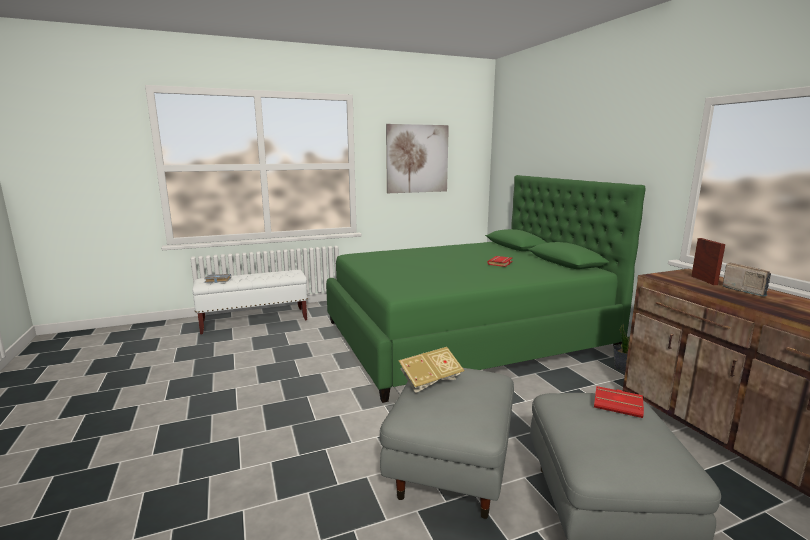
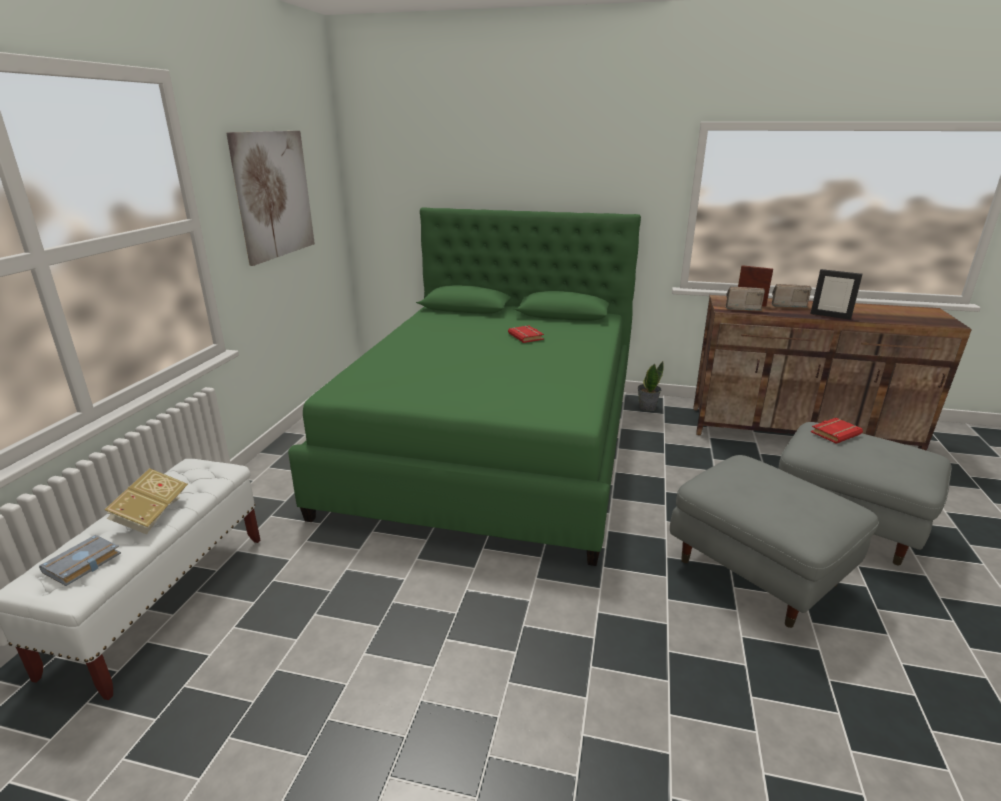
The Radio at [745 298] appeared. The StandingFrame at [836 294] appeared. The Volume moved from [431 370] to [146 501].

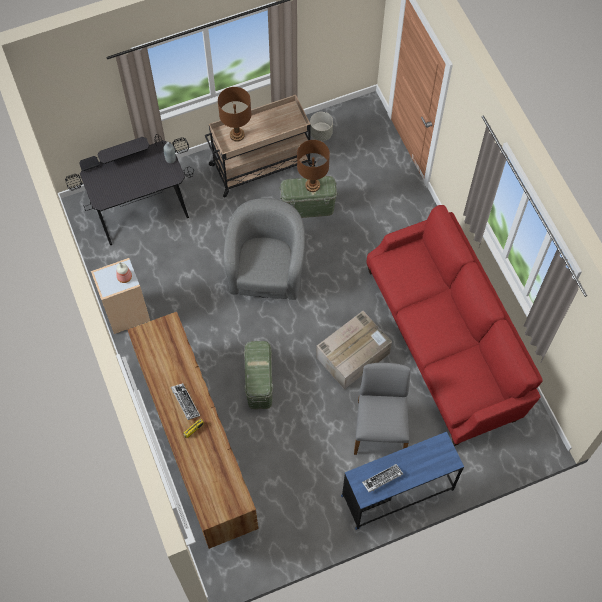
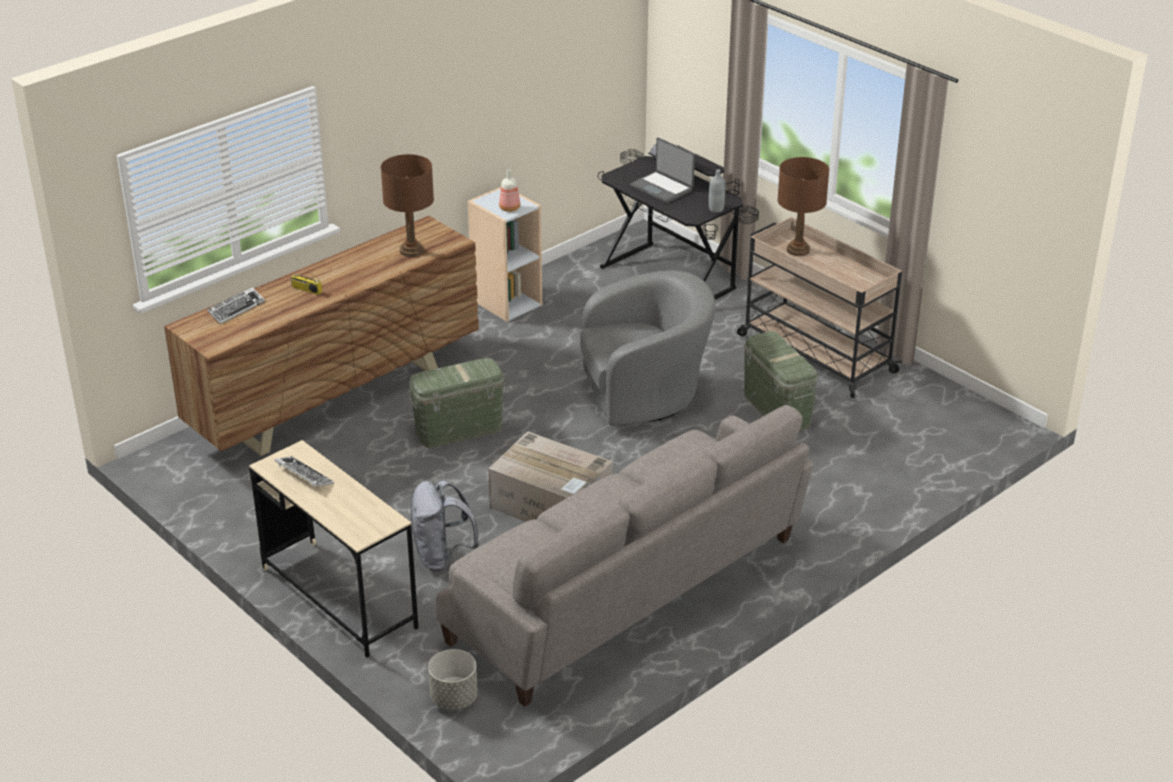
The NotebookComputer at [662 170] appeared. The PcKeyboard moved from [185 401] to [236 305]. The BrownishLampForATable moved from [313 166] to [407 205]. The GreyishPlantPot moved from [321 126] to [453 679]. The GreyishPlainChair at [382 409] was replaced by the GreyishKnapsack at [444 525]. The BlueColouredDeskUnit at [402 481] became the BeigeColouredDeskUnit at [333 549]. The RedColouredCouch at [454 325] became the GreyishCouch at [625 556].

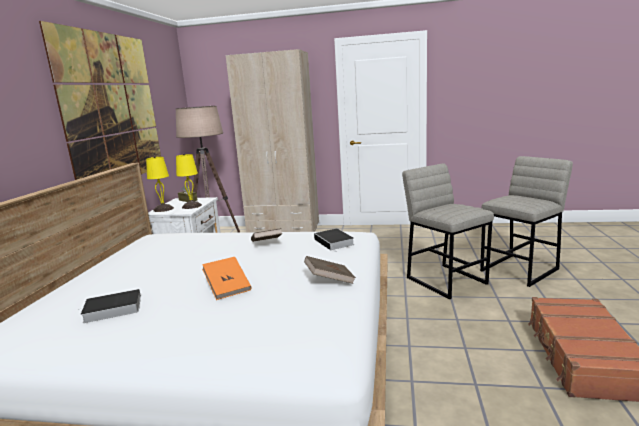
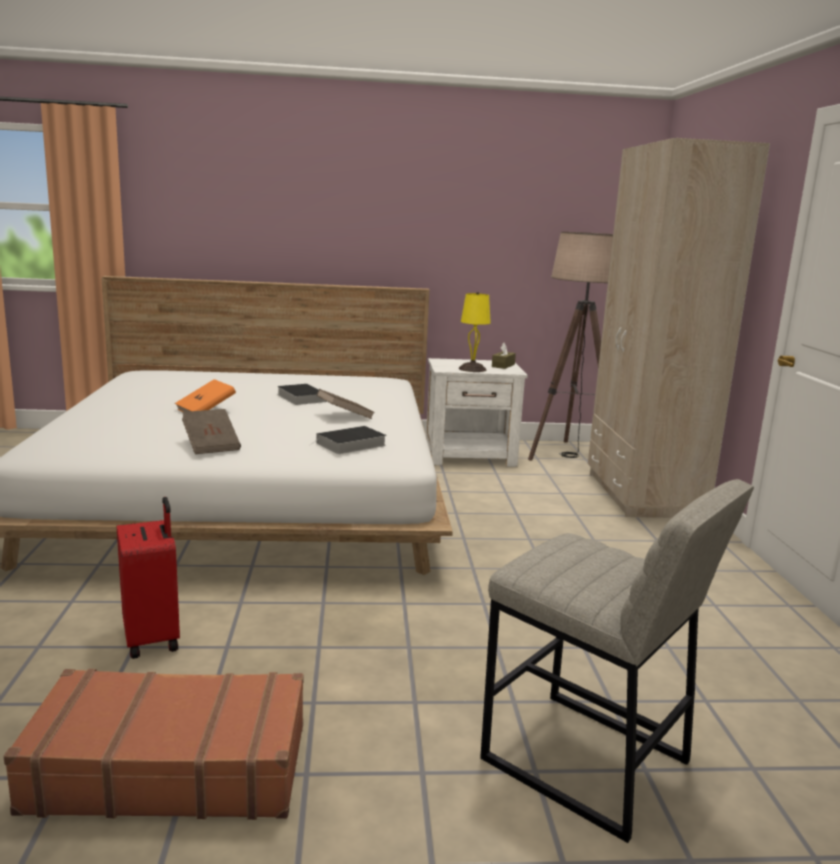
The WallPicture at [100 100] disappeared. The YellowLampForATable at [160 184] disappeared. The GreyishPlainChair at [448 231] disappeared. The RedColouredTravelCase at [148 578] appeared. The Volume moved from [111 306] to [302 394].

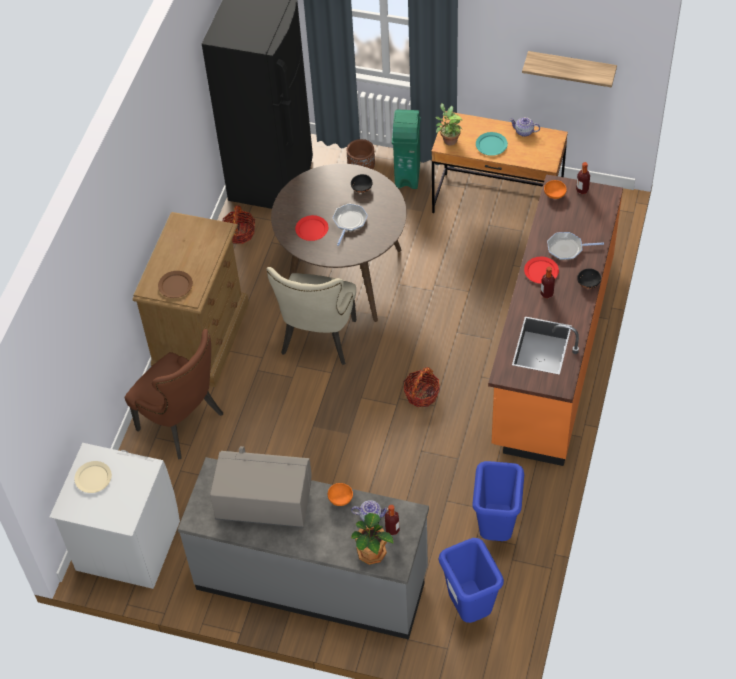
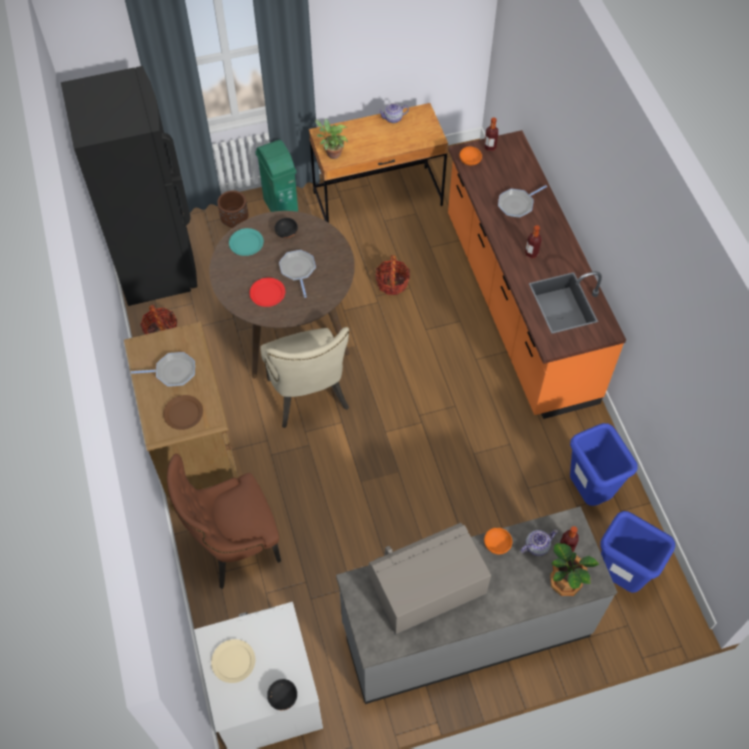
The BracketShelf at [569 69] disappeared. The RedColouredPlate at [541 270] disappeared. The Skillet at [163 369] appeared. The StorageBasket moved from [421 387] to [392 275]. The TurquoiseColouredPlate moved from [492 144] to [246 242]. The BlackishDeepDish moved from [589 279] to [282 694]. The BrownishPlainChair at [174 394] turned 150 degrees clockwise.

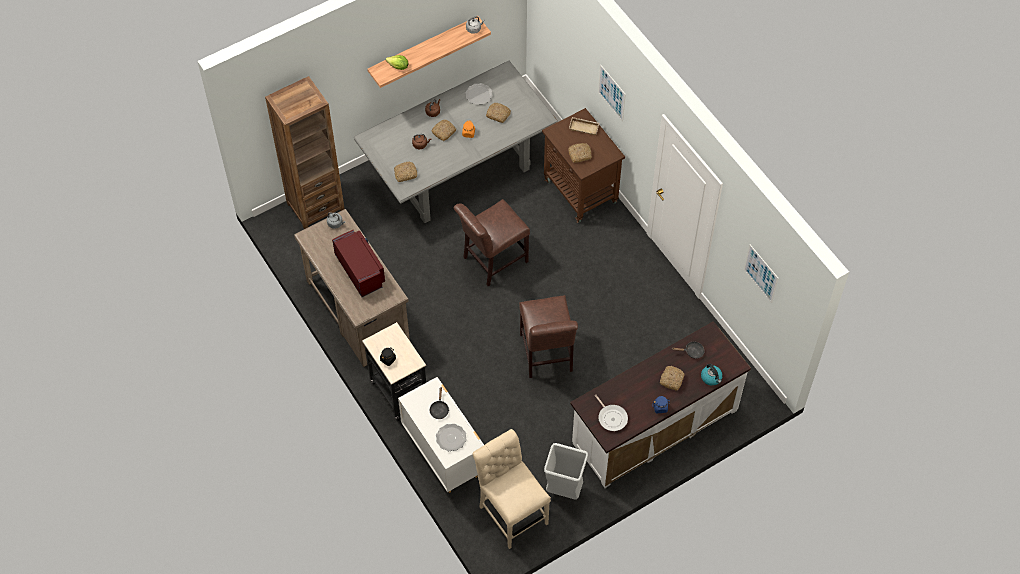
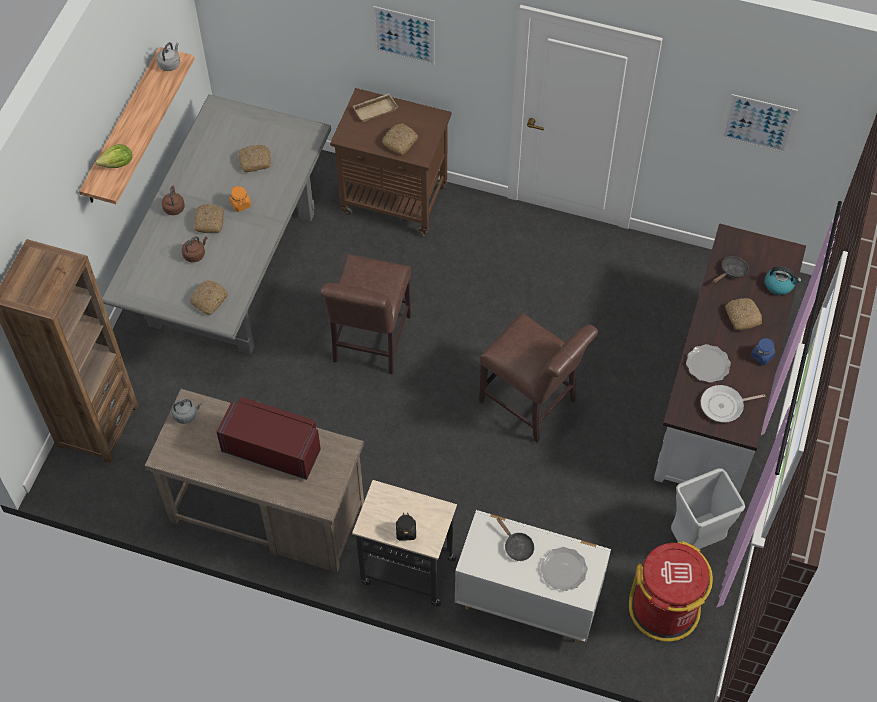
The Plate moved from [479 94] to [708 363]. The BeigeColouredPlainChair at [511 489] was replaced by the RedColouredTrashCan at [671 591]. The Skillet at [611 413] turned 150 degrees clockwise.

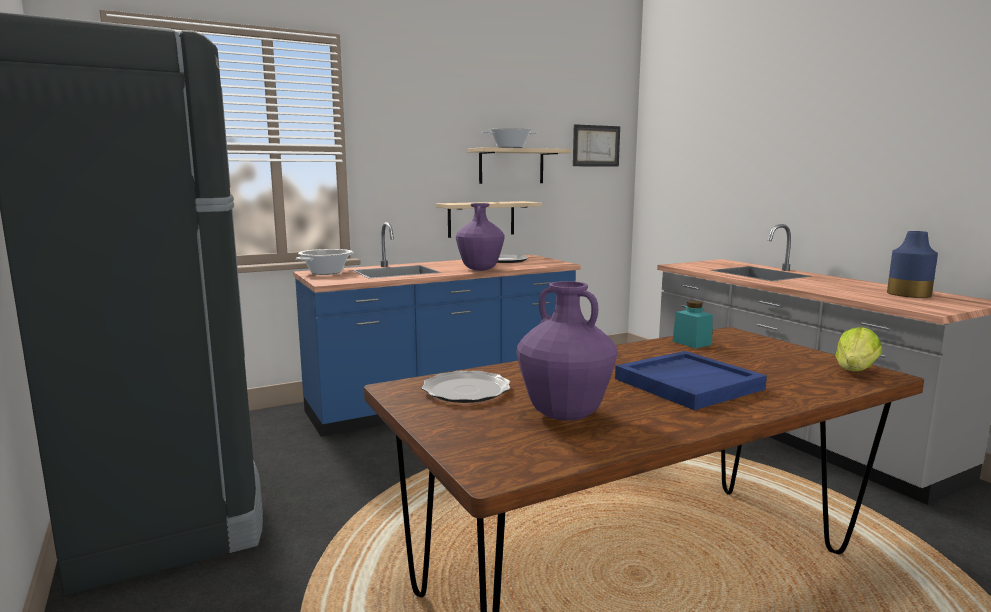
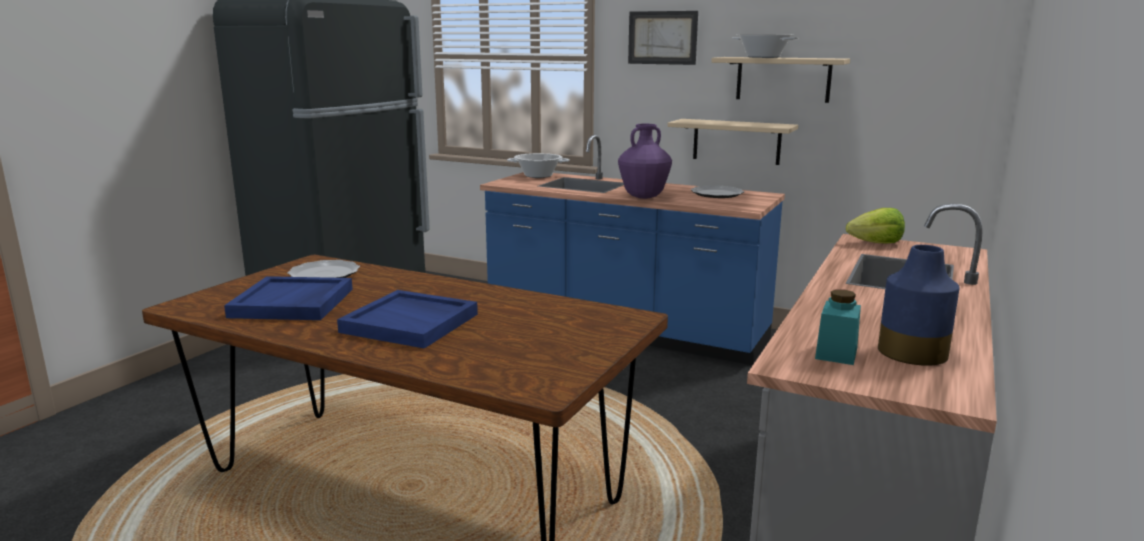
The WallPicture moved from [596 145] to [663 38]. The TurquoiseColouredStorageJar moved from [692 324] to [838 327]. The HeadOfLettuce moved from [858 349] to [875 225]. The PurplishDecorativeVase at [566 351] was replaced by the BlueColouredTray at [288 298].

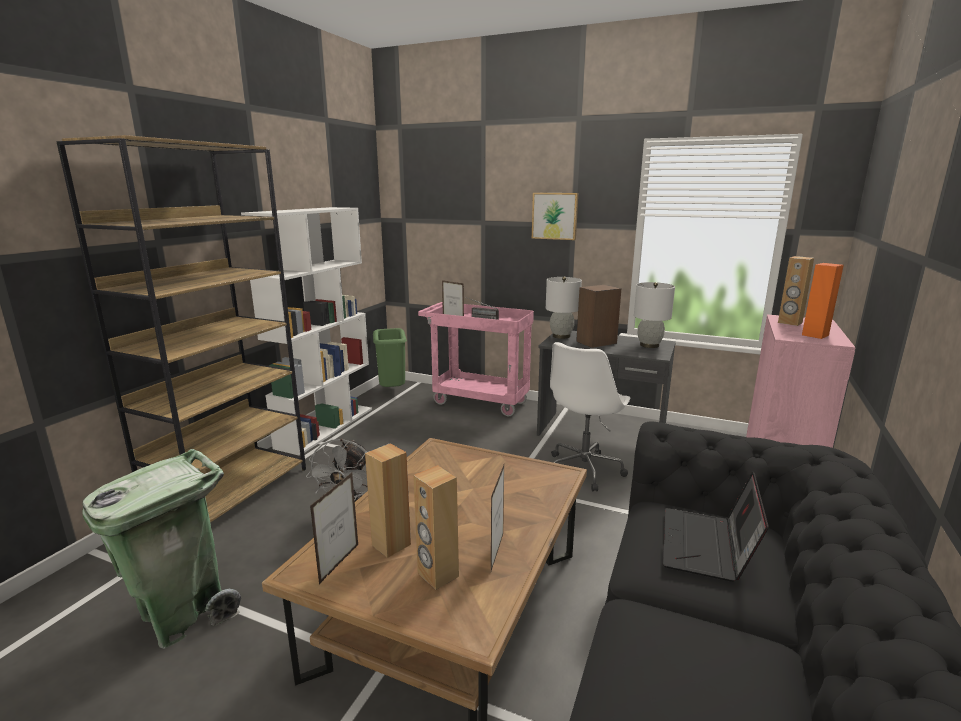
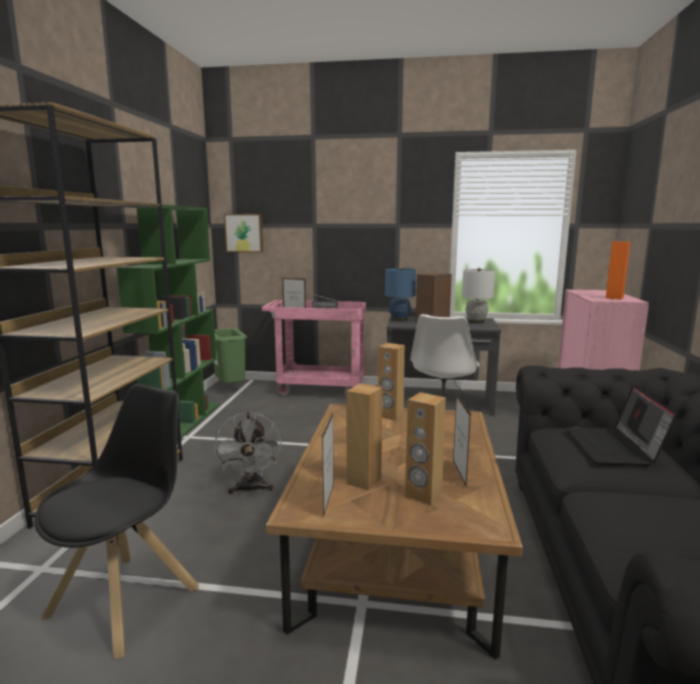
The WallPicture moved from [555 216] to [243 233]. The BrownishSpeaker moved from [796 291] to [391 382]. The GreenTrashCan at [161 549] was replaced by the BlackishPlainChair at [117 521]. The WhiteShelvingUnit at [306 331] became the GreenShelvingUnit at [168 321]. The WhiteLampForATable at [564 308] became the BlueColouredLampForATable at [400 294].

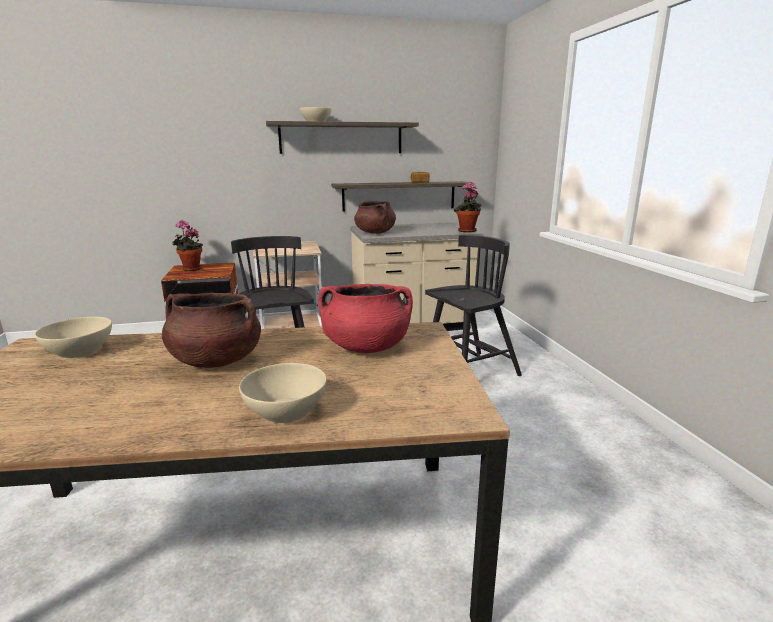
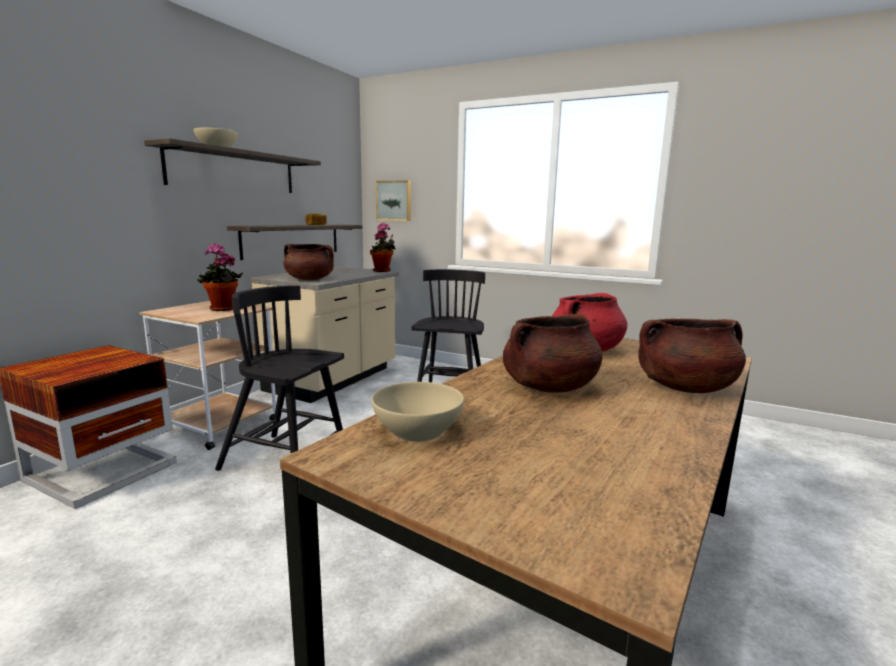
The WallPicture at [393 200] appeared. The PottedPlant moved from [188 245] to [220 277]. The BeigeColouredDeepDish at [283 393] was replaced by the BrownishSaucepot at [692 356].

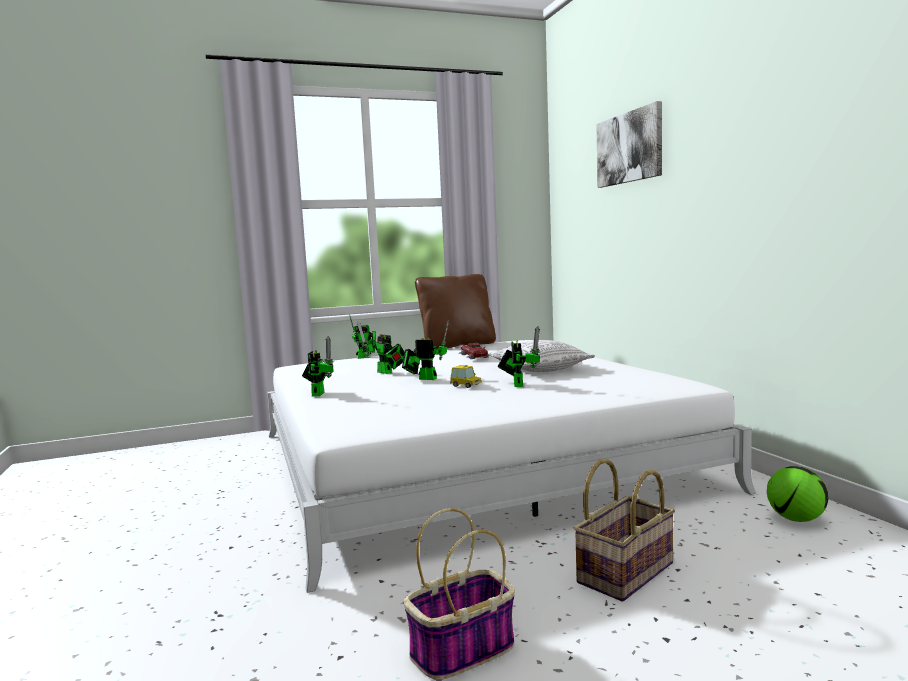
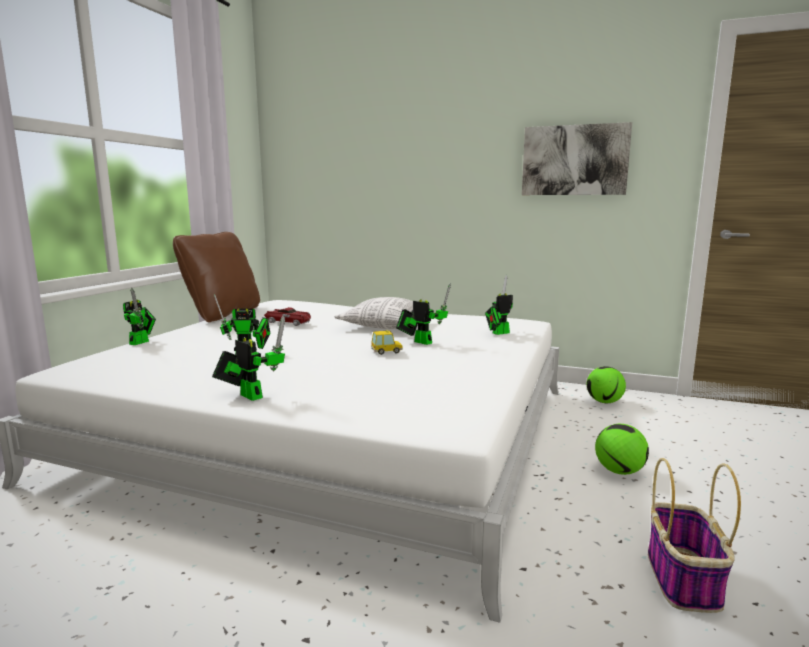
The RobotFigure moved from [425 350] to [499 305]. The WallPicture moved from [629 144] to [577 158]. The StorageBasket at [624 530] was replaced by the FootballBall at [622 449].

